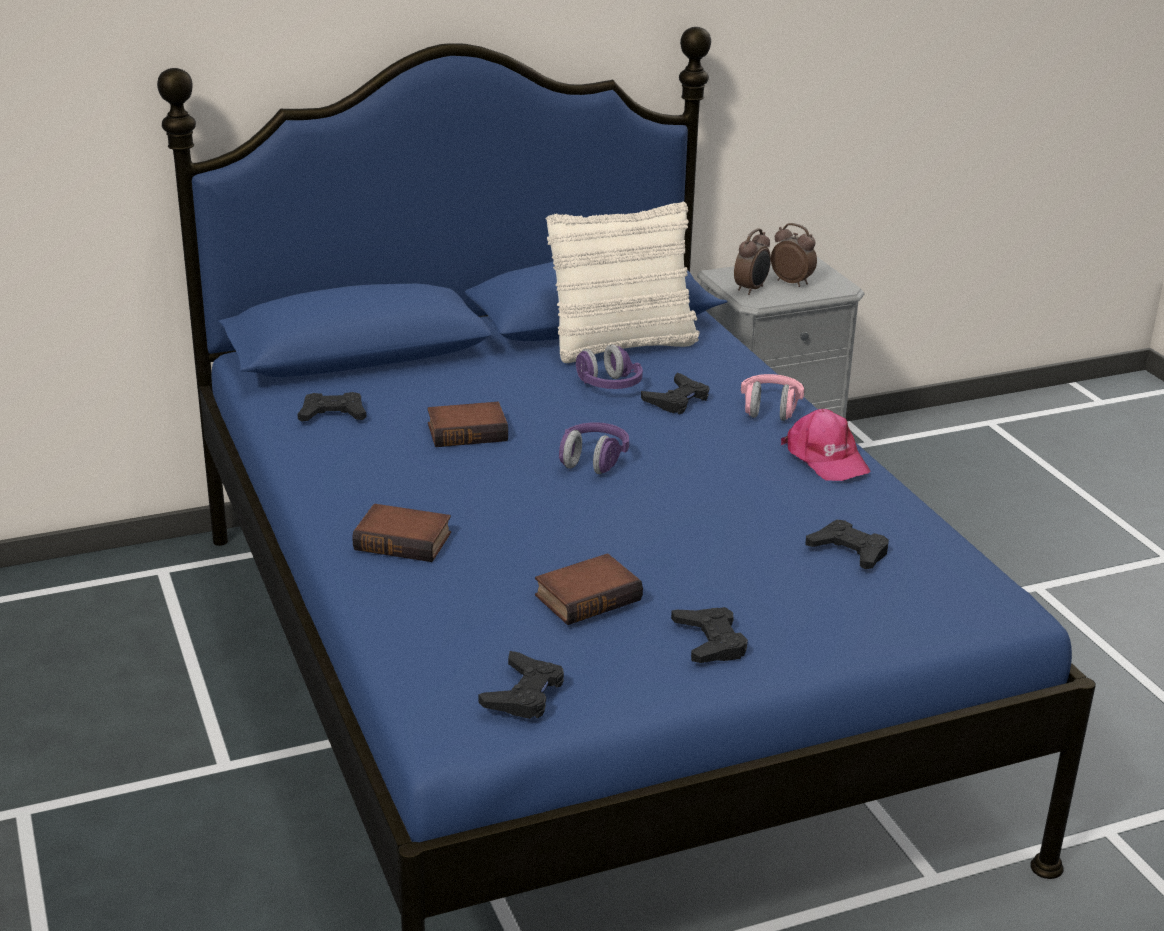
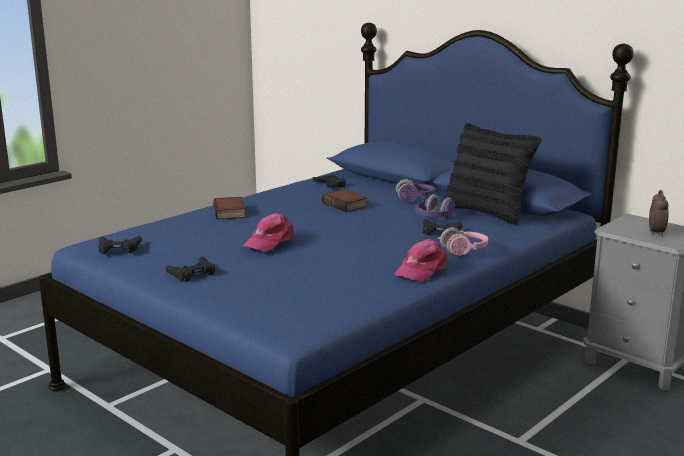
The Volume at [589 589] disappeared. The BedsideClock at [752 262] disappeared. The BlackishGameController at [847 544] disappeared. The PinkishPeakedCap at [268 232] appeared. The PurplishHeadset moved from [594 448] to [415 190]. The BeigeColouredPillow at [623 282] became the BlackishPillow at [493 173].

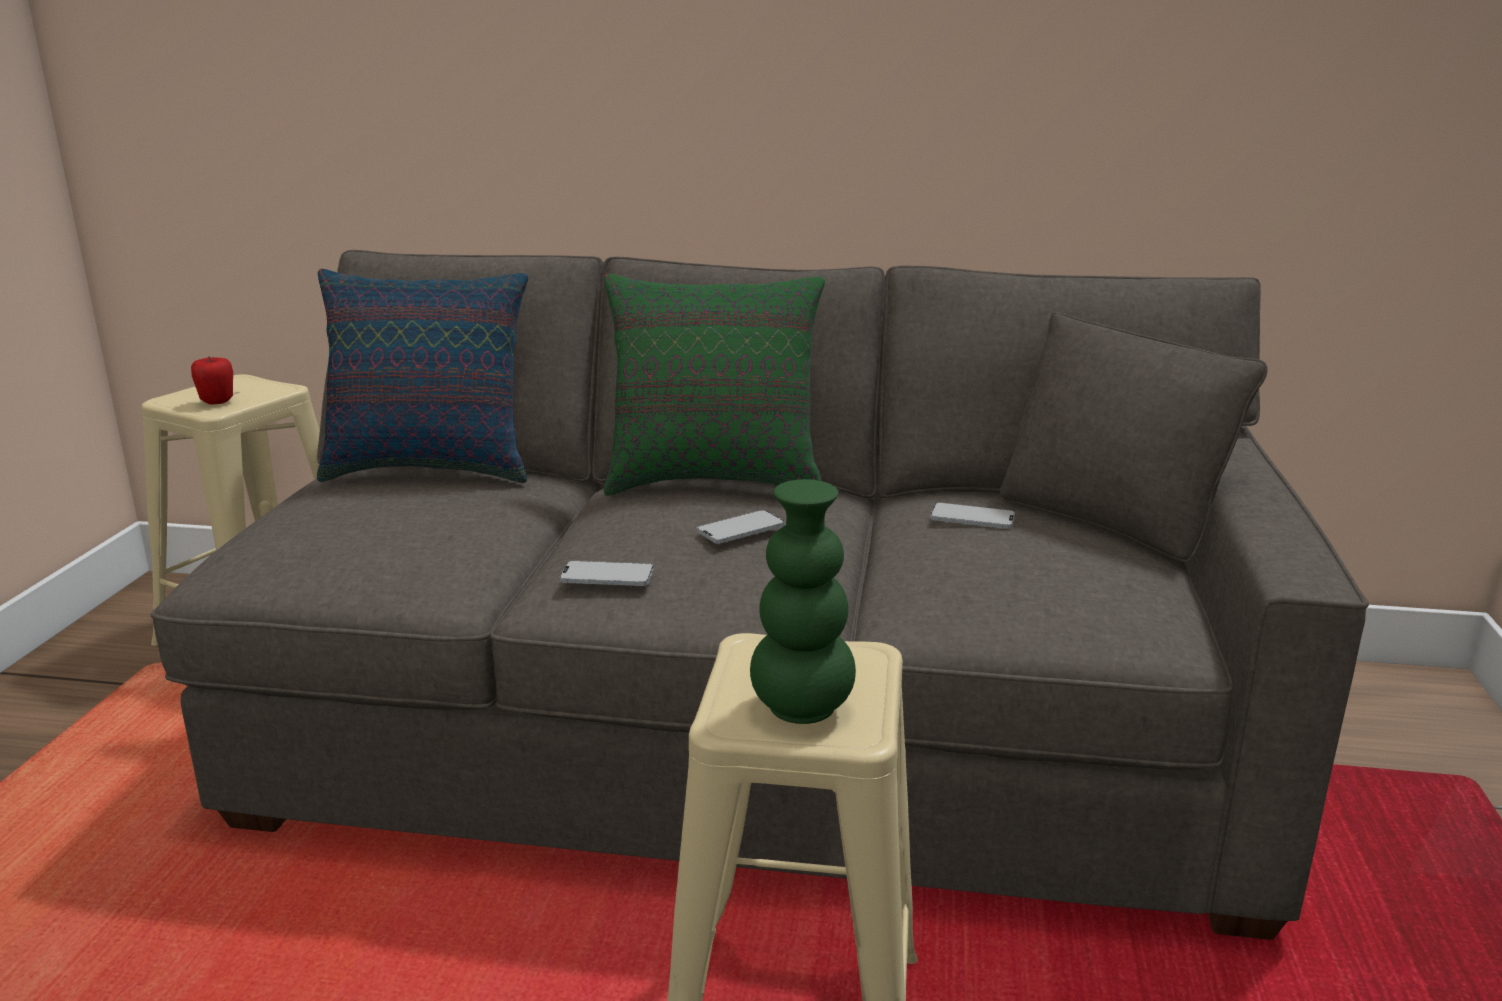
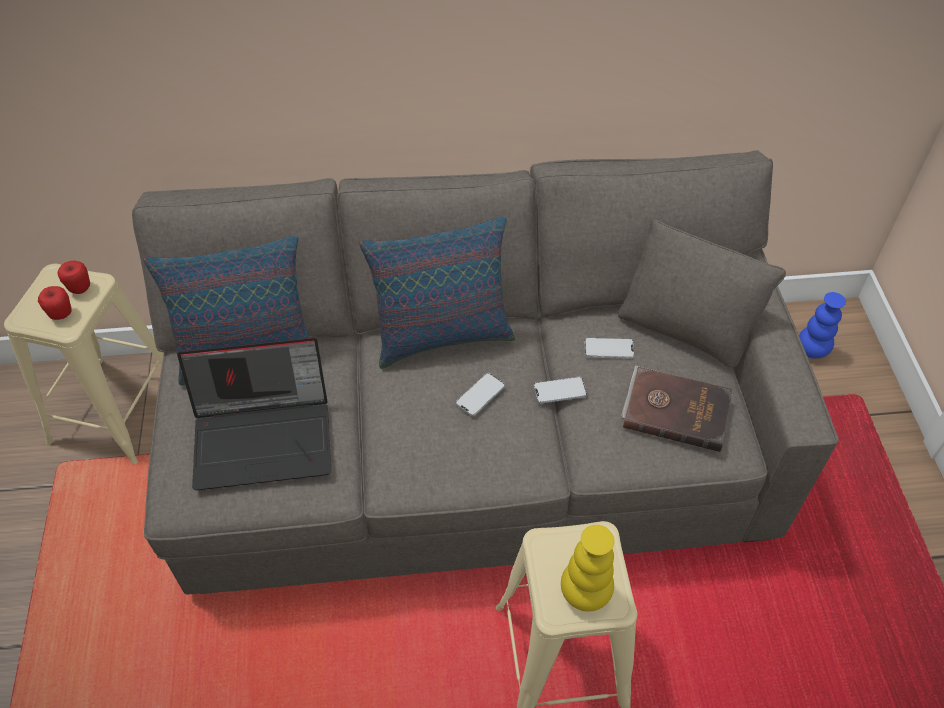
The WholeApple at [73 277] appeared. The NotebookComputer at [254 413] appeared. The BrownishVolume at [676 409] appeared. The BlueColouredDecorativeVase at [822 325] appeared. The Telephone moved from [607 573] to [560 390]. The GreenPillow at [714 384] became the BlueColouredPillow at [437 293]. The GreenDecorativeVase at [803 601] became the YellowDecorativeVase at [587 568].

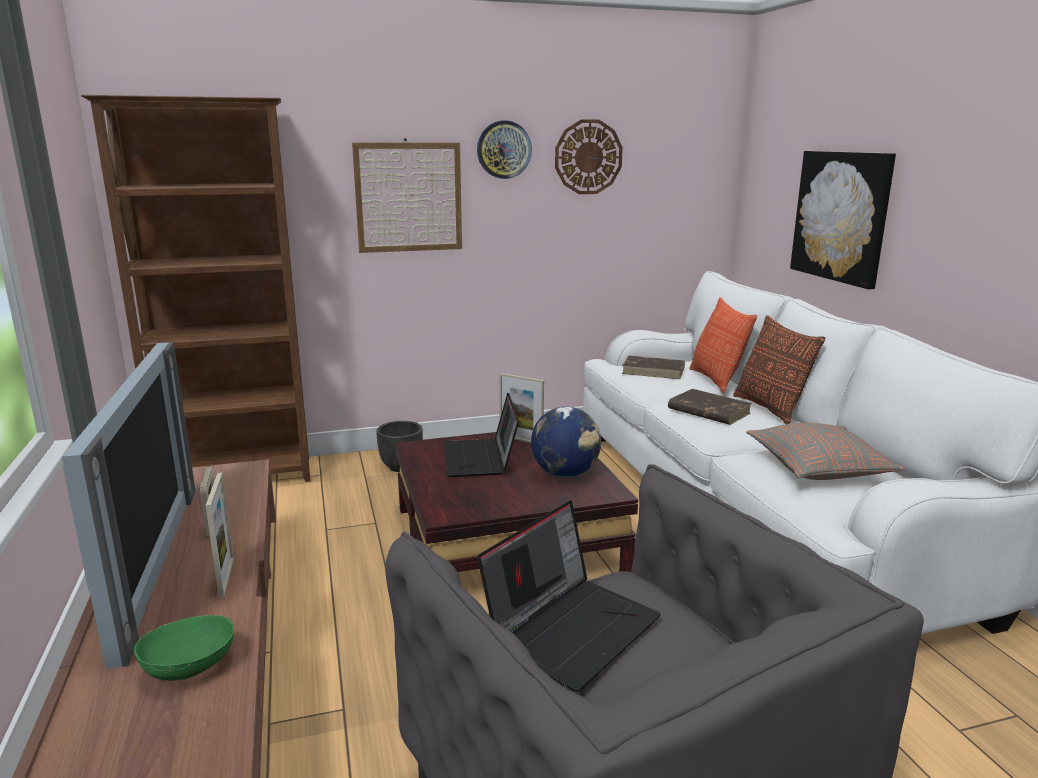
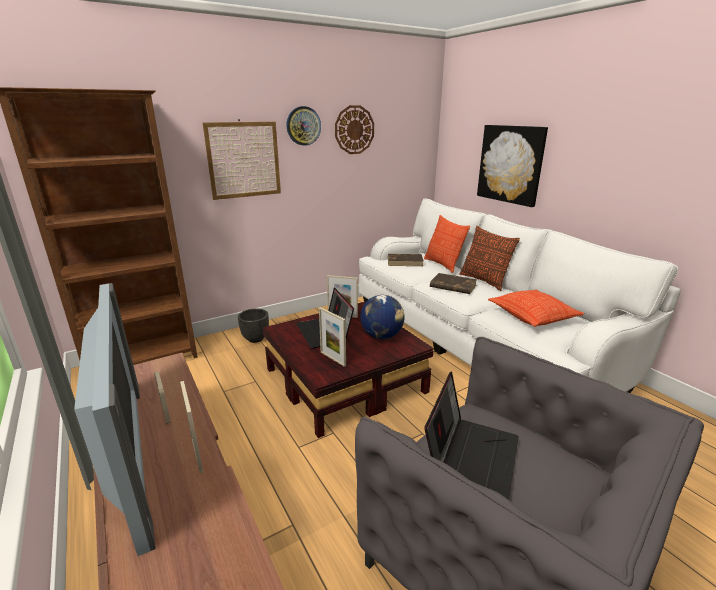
The GreenDeepDish at [184 648] disappeared. The StandingFrame at [332 337] appeared. The GreyishPillow at [825 451] became the OrangeColouredPillow at [536 308].

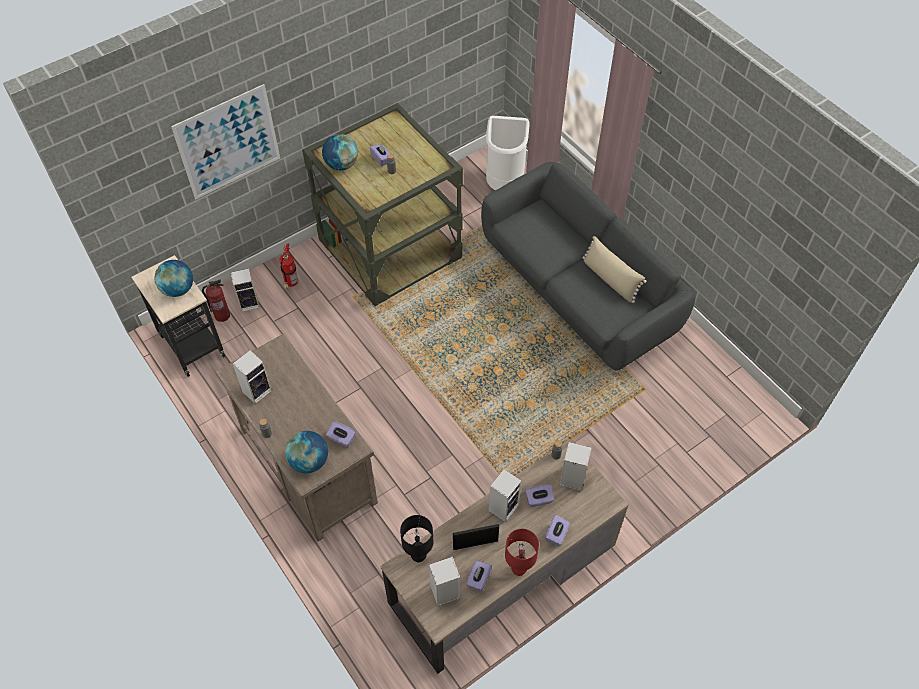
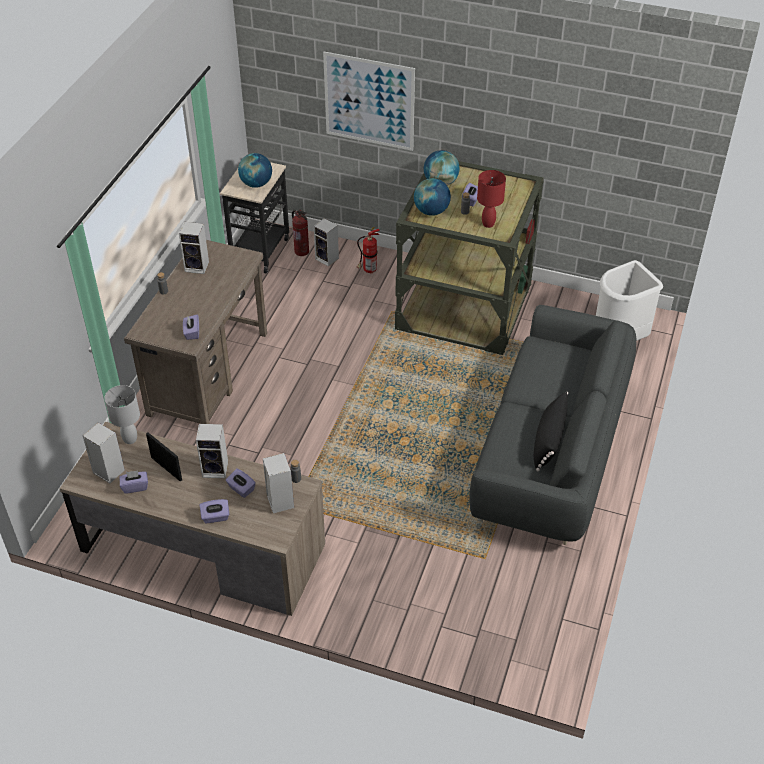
The WorldGlobe moved from [306 452] to [432 197]. The RedColouredLampForATable moved from [522 552] to [491 199]. The BlackishLampForATable at [416 538] became the WhiteLampForATable at [122 414]. The BeigeColouredPillow at [614 269] became the BlackishPillow at [551 431].

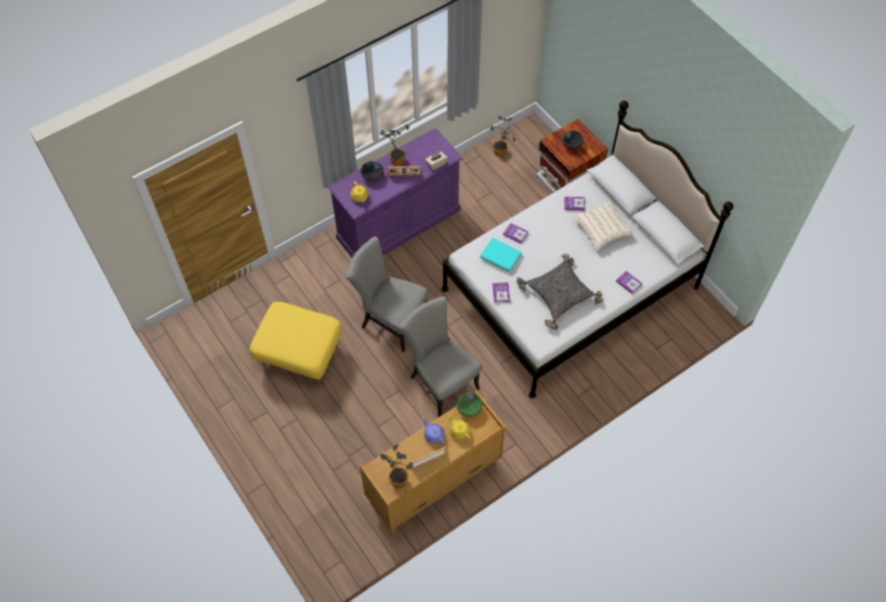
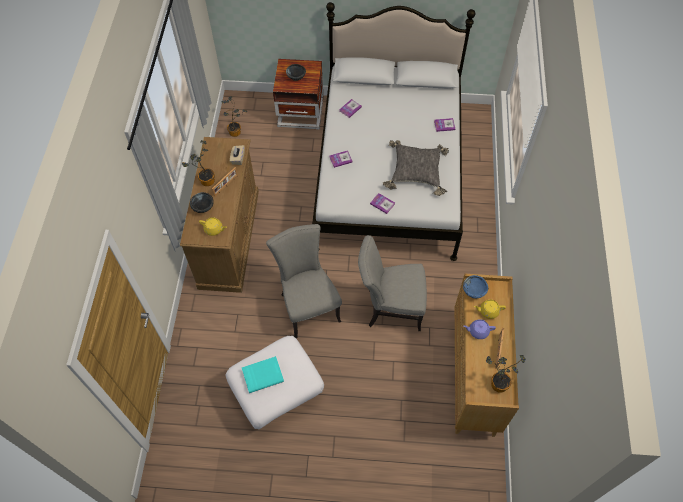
The BeigeColouredPillow at [603 225] disappeared. The TurquoiseColouredVolume moved from [501 255] to [263 374]. The YellowFootrest at [295 341] became the WhiteFootrest at [275 383]. The PurplishCupboard at [395 192] became the BrownishCupboard at [219 215]. The GreenDeepDish at [469 405] became the BlueColouredDeepDish at [475 286]. The GreyishPlainChair at [386 294] turned 90 degrees clockwise.

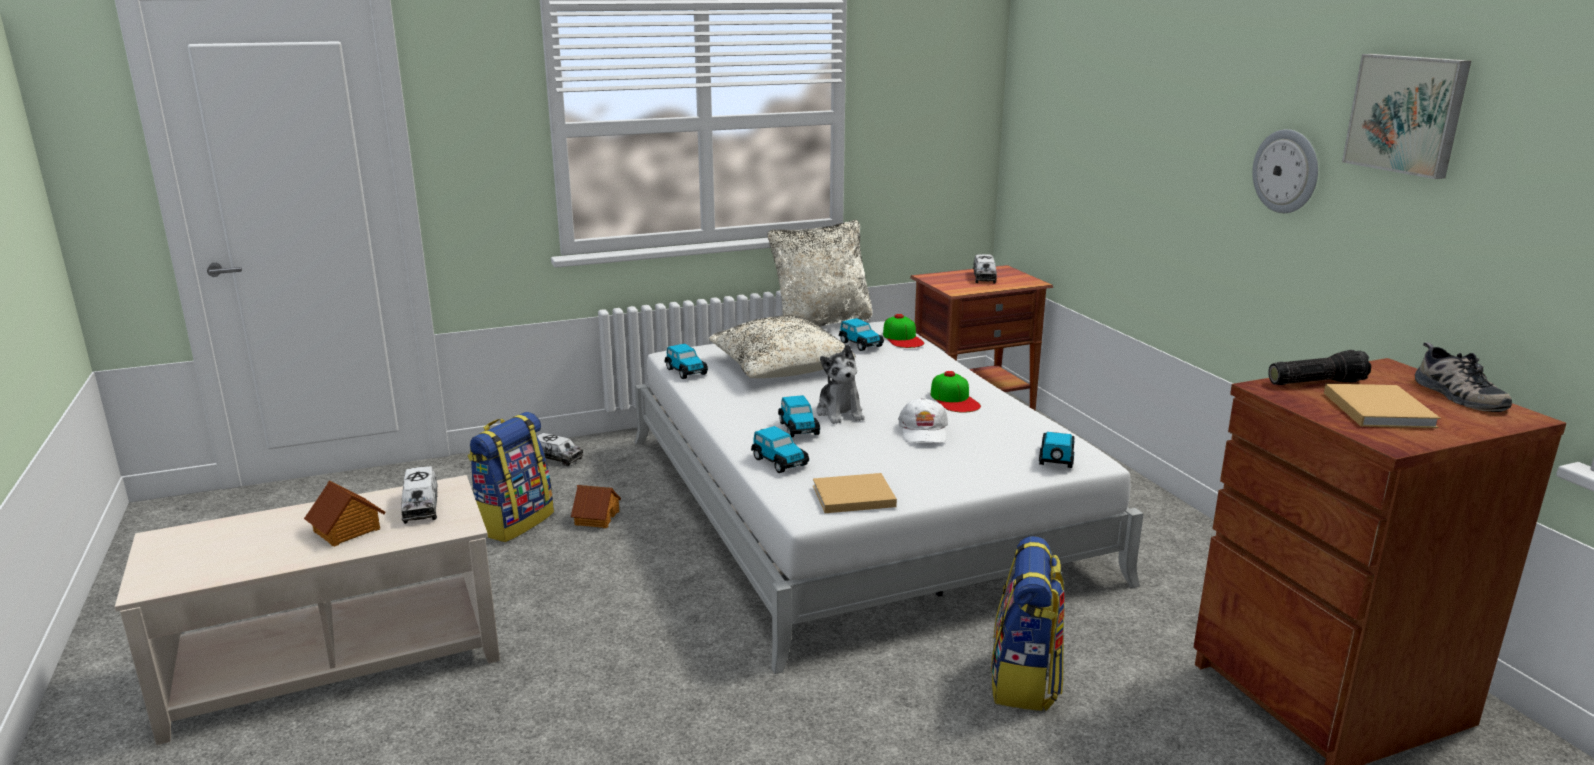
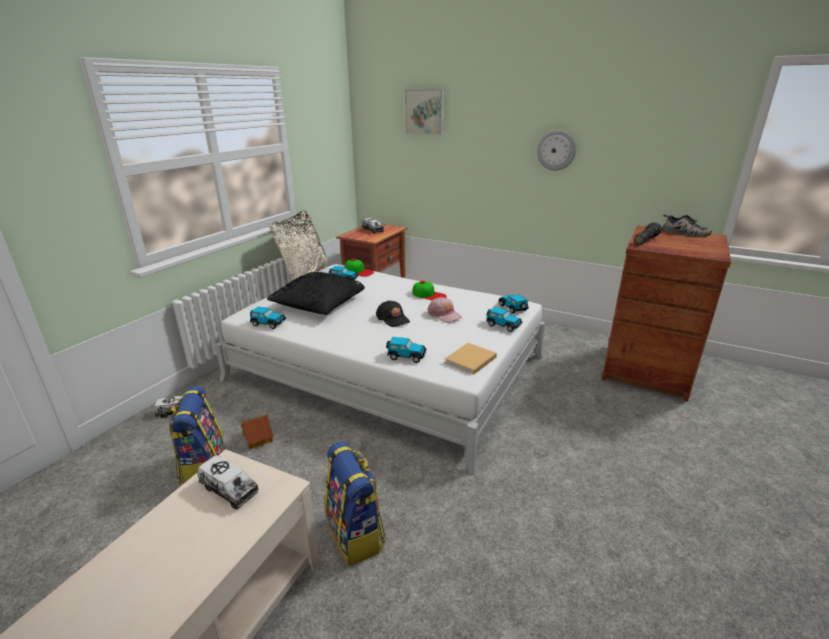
The ToyHouse at [345 513] disappeared. The BeigeColouredVolume at [1382 406] disappeared. The ModelCar moved from [799 416] to [504 319]. The Knapsack moved from [1028 623] to [355 503]. The WallPicture moved from [1406 116] to [424 112]. The CuddlyToy at [840 384] was replaced by the BlackishPeakedCap at [393 314]. The BeigeColouredPillow at [782 346] became the BlackishPillow at [316 293]. The WhitePeakedCap at [923 420] became the PinkishPeakedCap at [445 310].

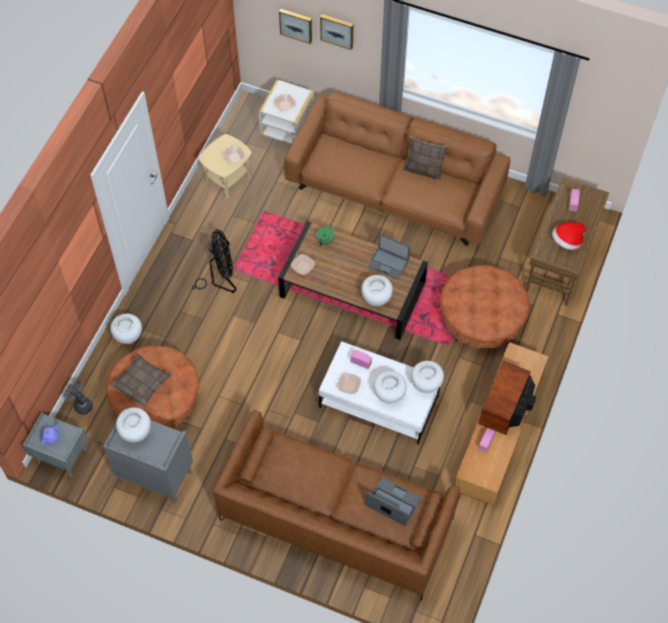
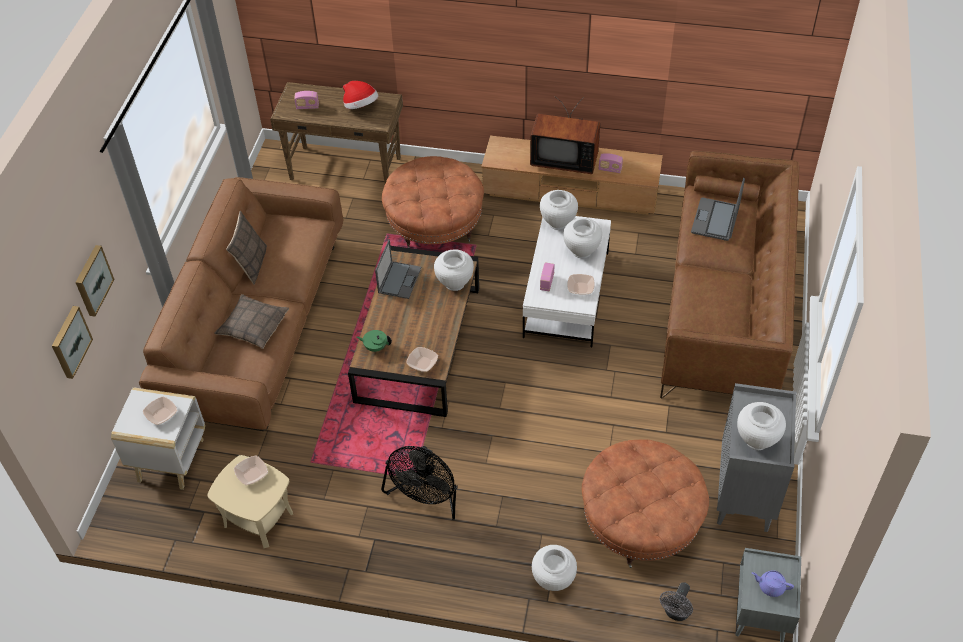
The Pillow moved from [141 380] to [251 321]. The BlackishCoolingFan at [213 261] turned 135 degrees counterclockwise.

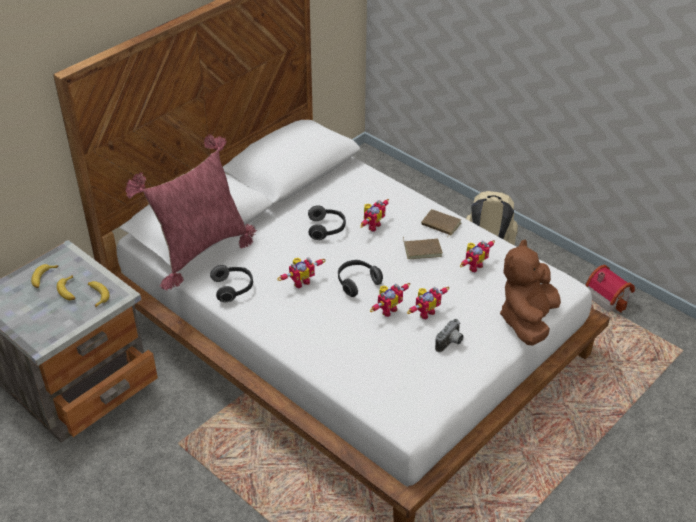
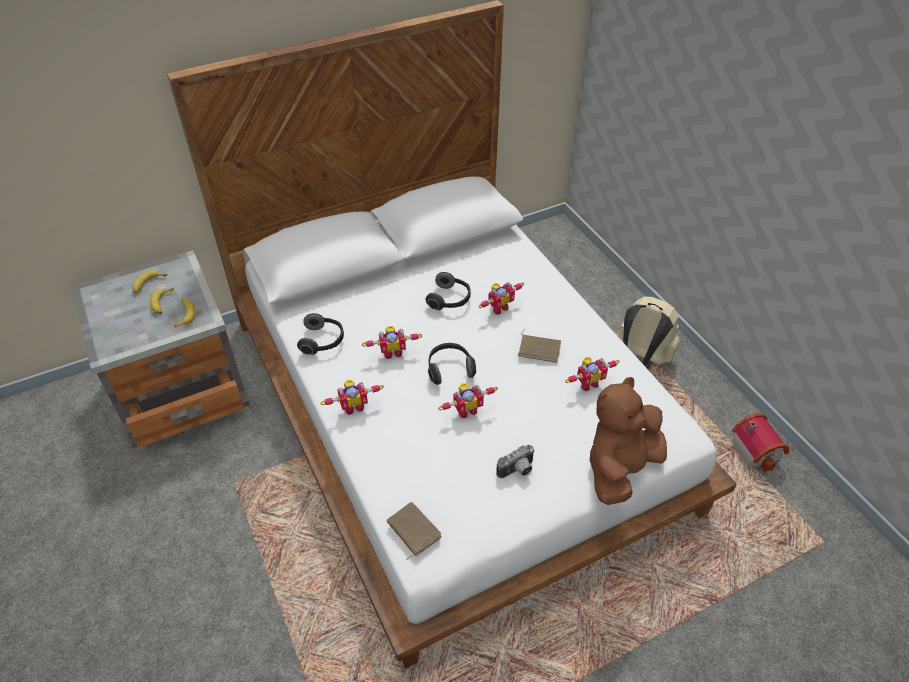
The RedColouredPillow at [191 211] disappeared. The RobotFigure moved from [428 303] to [352 397]. The BrownishVolume moved from [441 223] to [414 531].

